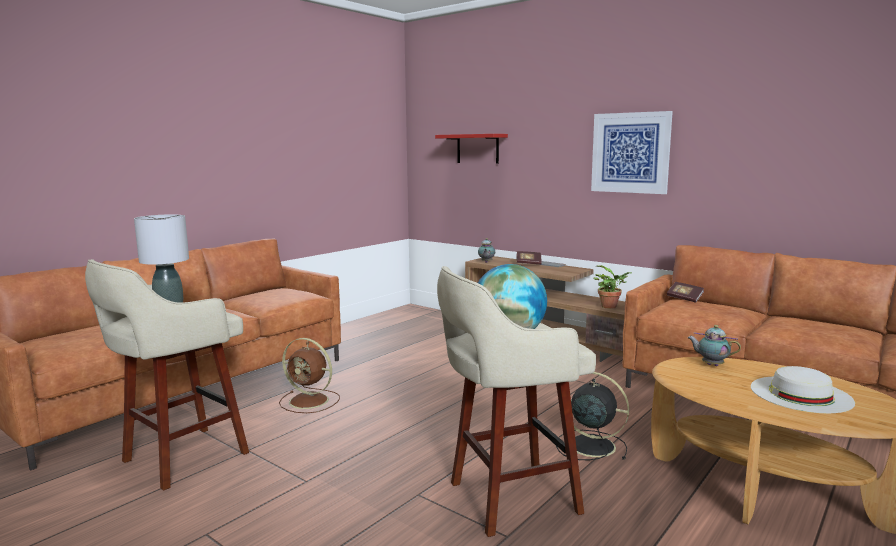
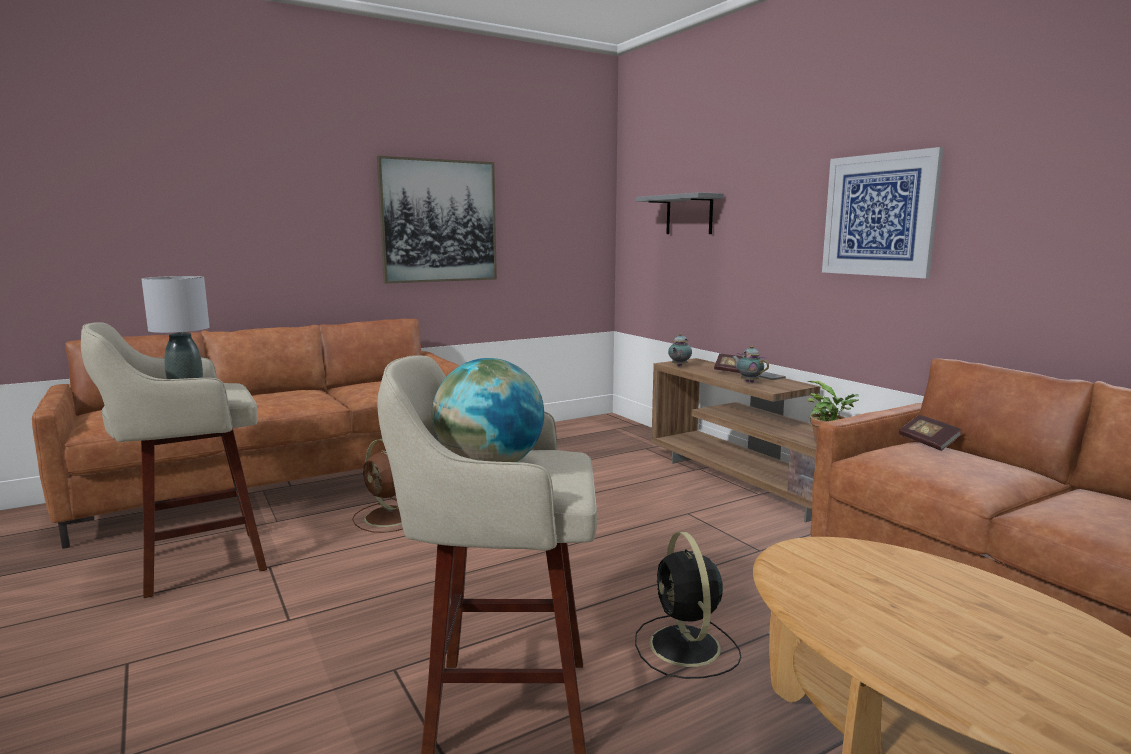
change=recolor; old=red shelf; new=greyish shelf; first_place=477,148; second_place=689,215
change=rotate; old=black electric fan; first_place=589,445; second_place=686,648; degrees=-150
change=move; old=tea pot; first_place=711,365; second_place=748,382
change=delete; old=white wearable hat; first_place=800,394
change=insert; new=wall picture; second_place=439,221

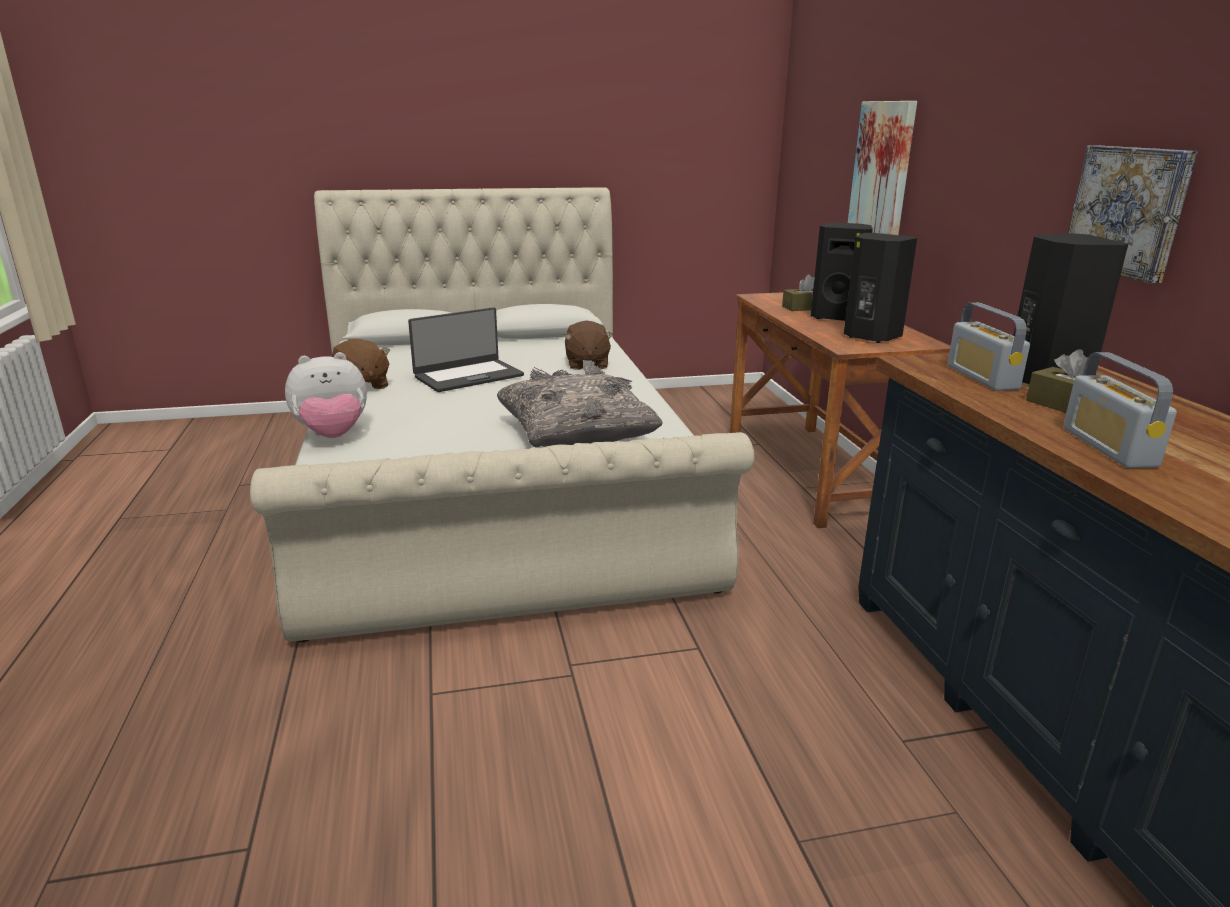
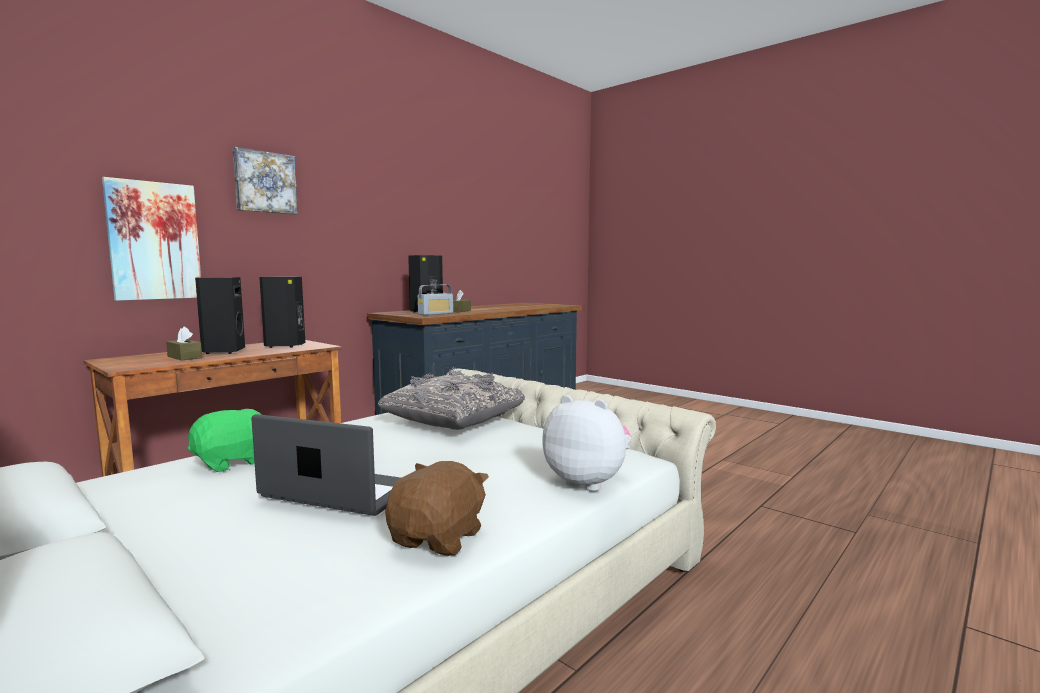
change=recolor; old=brownish cuddly toy; new=green cuddly toy; first_place=587,364; second_place=233,462
change=delete; old=radio set; first_place=1108,447
change=move; old=wall picture; first_place=1129,211; second_place=265,182

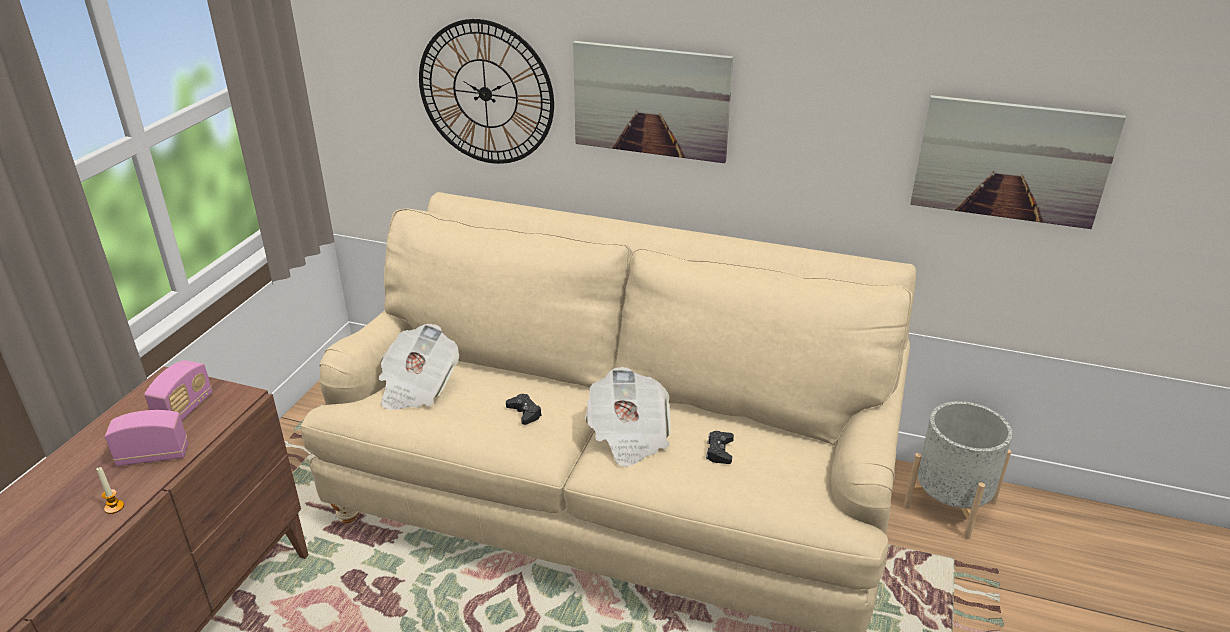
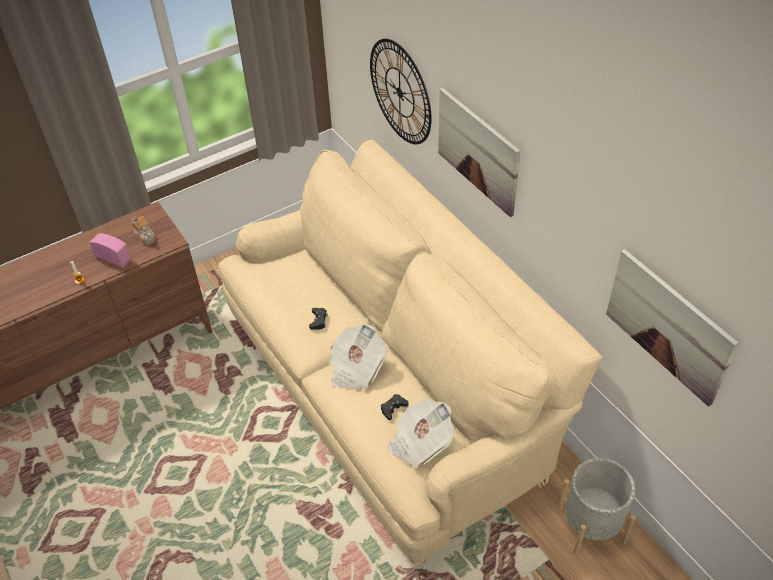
change=replace; old=radio set; new=tea pot; first_place=185,410; second_place=145,236
change=move; old=daily paper; first_place=417,387; second_place=420,442

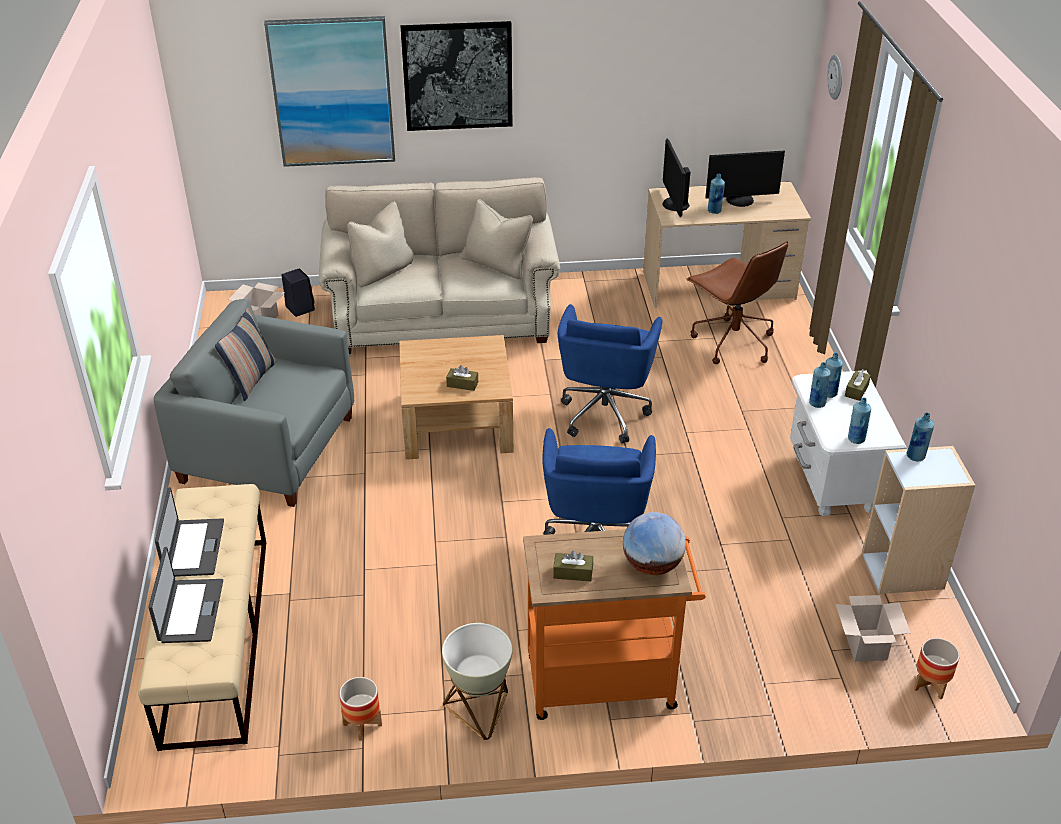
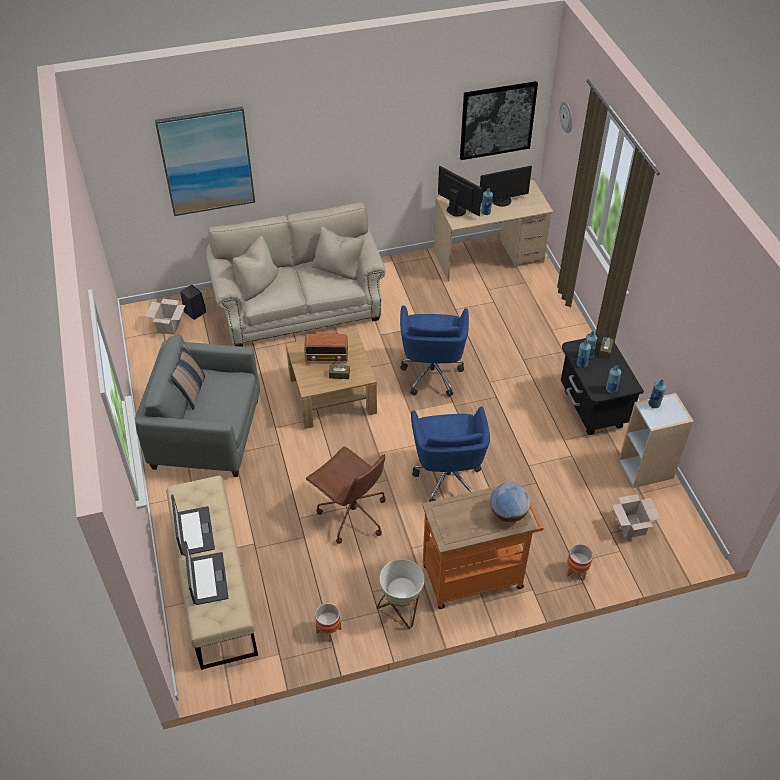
change=move; old=wall picture; first_place=457,76; second_place=497,120
change=delete; old=brownish tissue holder; first_place=573,573
change=rotate; old=computer display; first_place=674,204; second_place=457,209; degrees=150
change=move; old=brownish computer chair; first_place=730,341; second_place=350,514
change=recolor; old=white nightstand; new=black nightstand; first_place=831,483; second_place=591,409
change=move; old=flower pot; first_place=930,685; second_place=576,571
change=insert; new=radio set; second_place=327,358

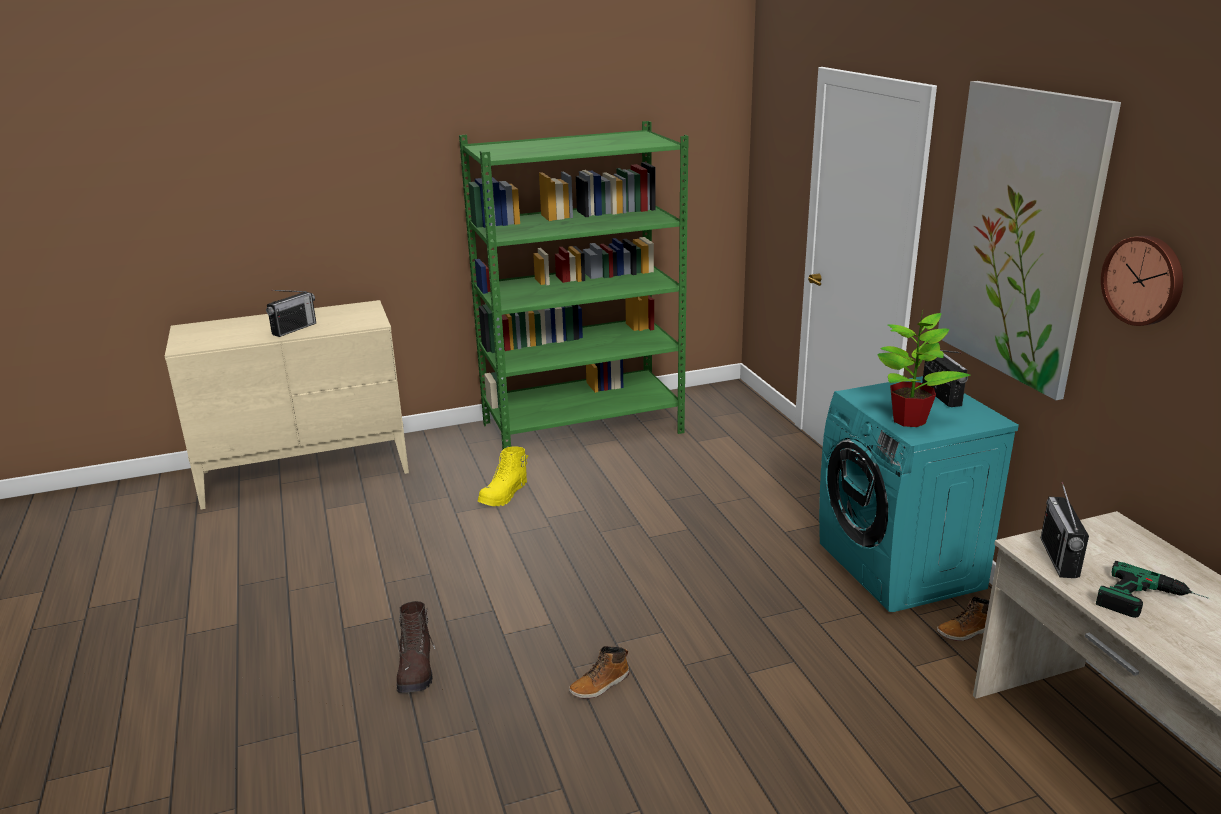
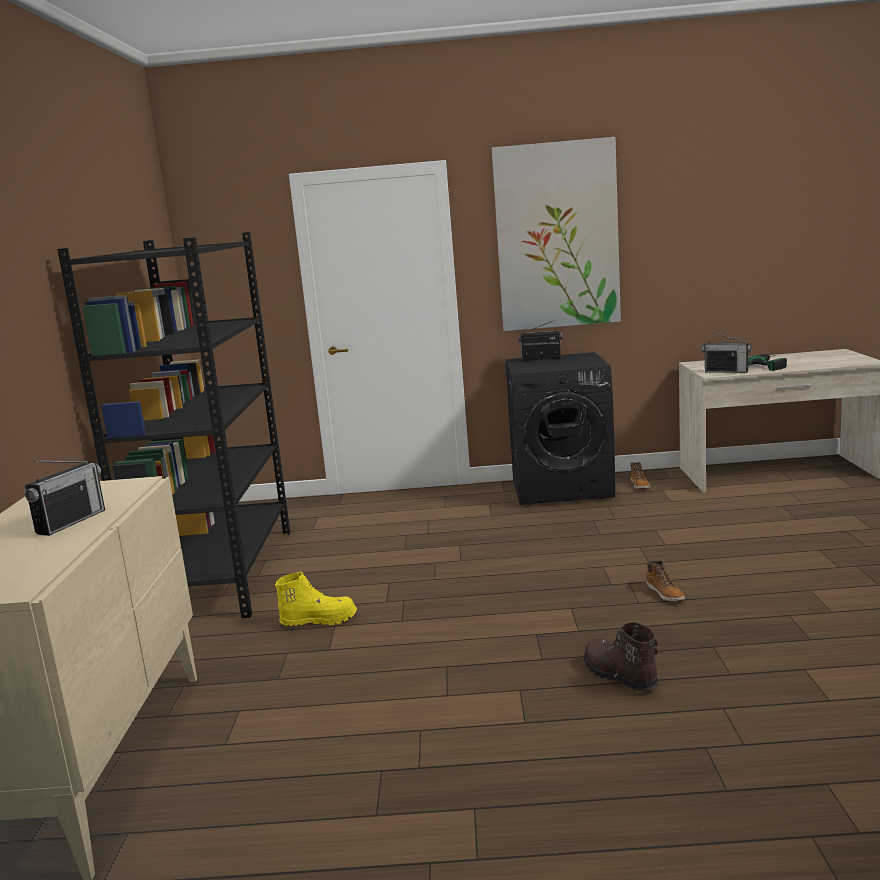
change=rotate; old=radio set; first_place=294,329; second_place=71,522; degrees=60
change=rotate; old=brownish tall boot; first_place=416,669; second_place=619,676; degrees=-135
change=recolor; old=green shelving unit; new=black shelving unit; first_place=582,428; second_place=219,574
change=rotate; old=yellowish tall boot; first_place=504,495; second_place=319,620; degrees=-60
change=recolor; old=blue-green washing machine; new=black washing machine; first_place=899,569; second_place=562,491
change=delete; old=houseplant; first_place=909,419
change=delete; old=clock on the wall; first_place=1144,280

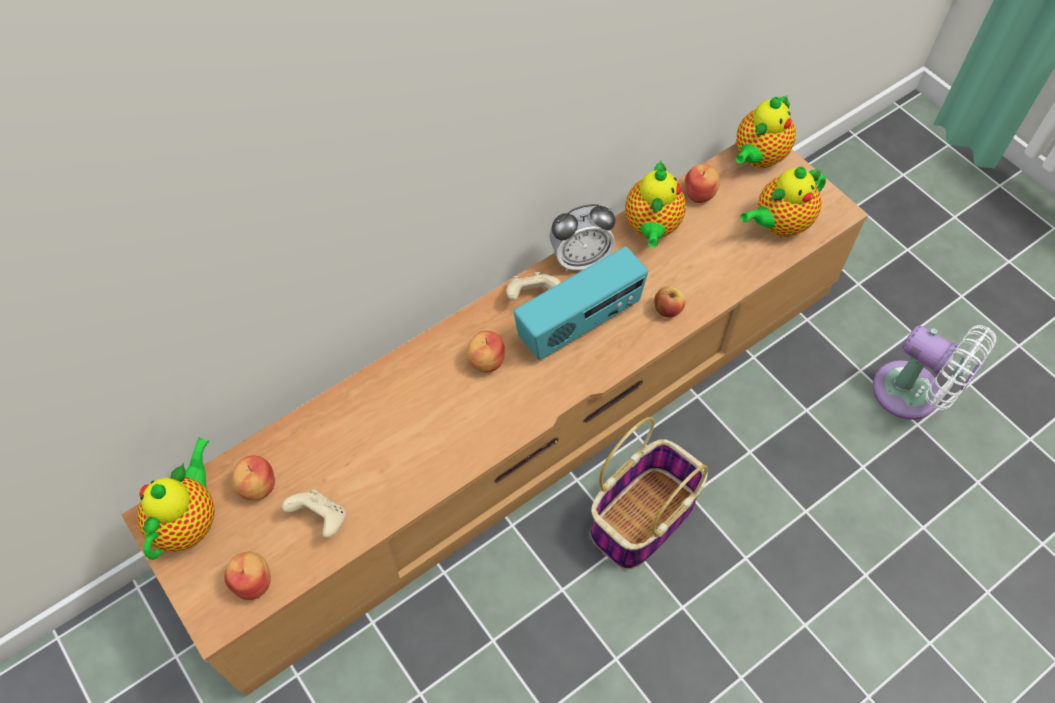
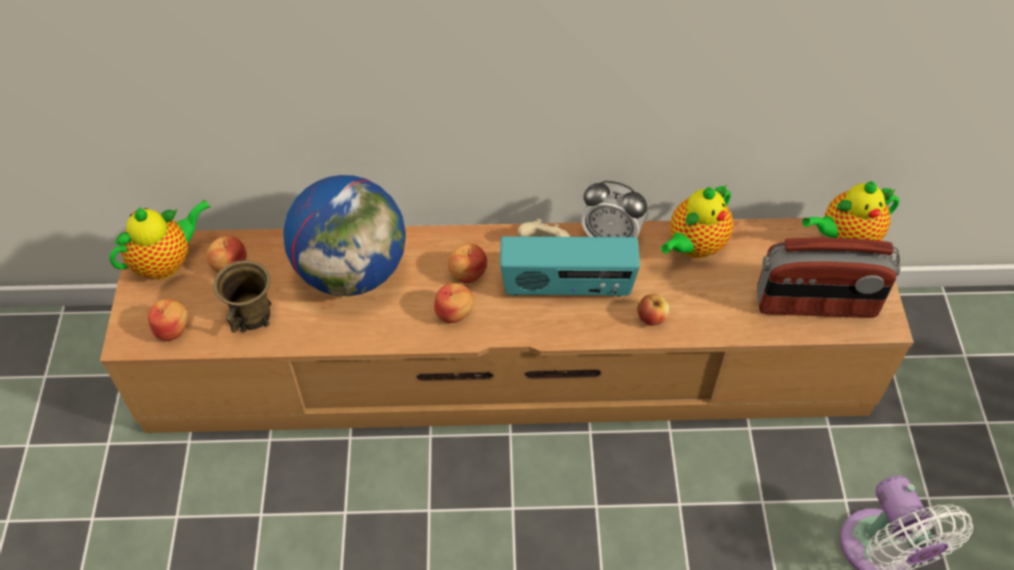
change=replace; old=sand-coloured game controller; new=brownish tea mug; first_place=321,519; second_place=252,315
change=delete; old=basket; first_place=643,516
change=move; old=apple fruit; first_place=700,194; second_place=454,313
change=replace; old=tea pot; new=radio set; first_place=779,225; second_place=815,304
change=insert; new=globe; second_place=352,271

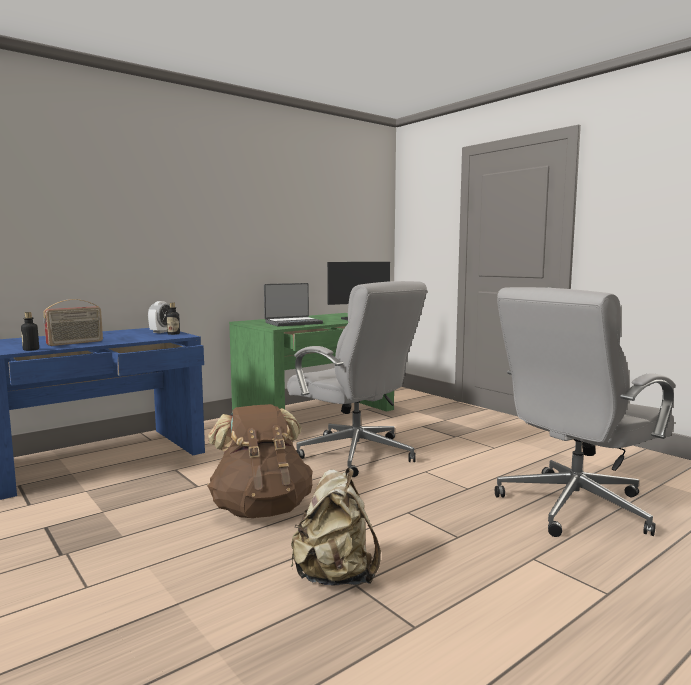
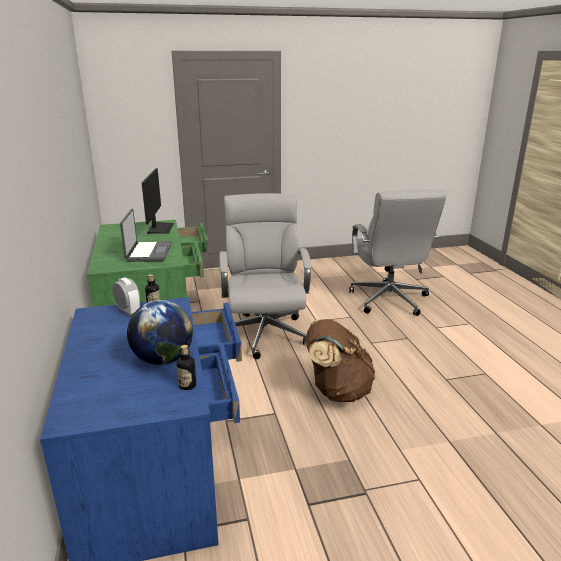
change=replace; old=radio set; new=globe; first_place=75,343; second_place=163,359
change=rotate; old=greyish computer chair; first_place=356,453; second_place=264,334; degrees=-75
change=delete; old=sand-coloured backpack; first_place=335,576

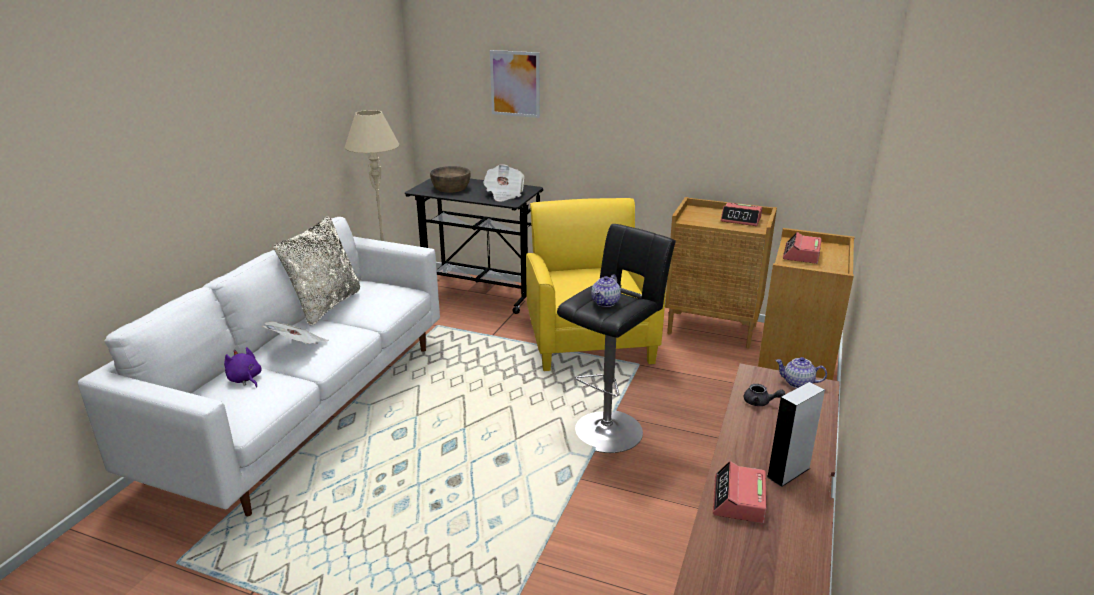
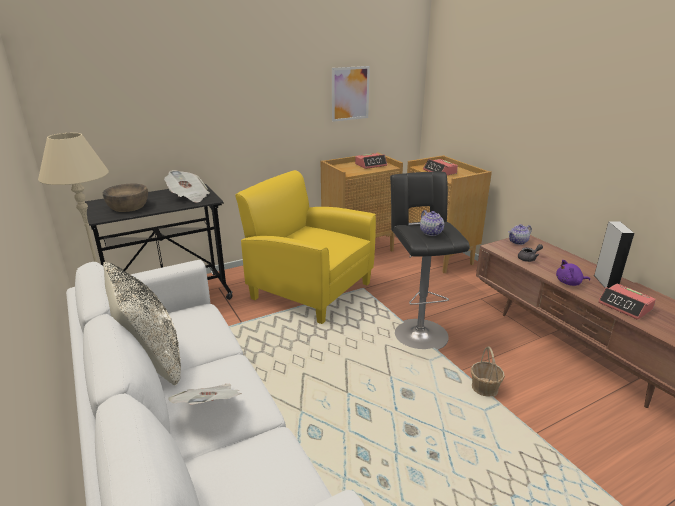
change=move; old=purple-coloured cuddly toy; first_place=245,379; second_place=569,283
change=move; old=wall picture; first_place=515,84; second_place=350,93
change=insert; new=basket; second_place=484,388

